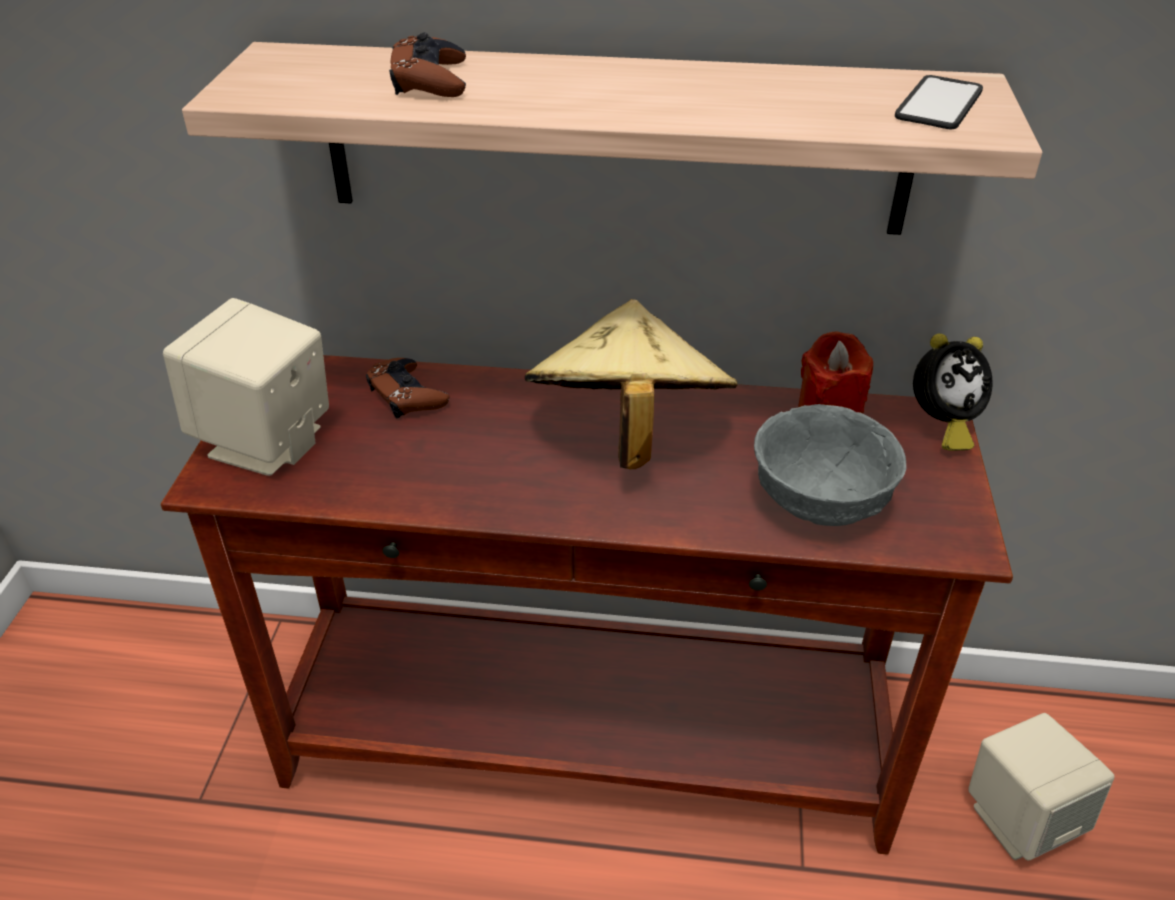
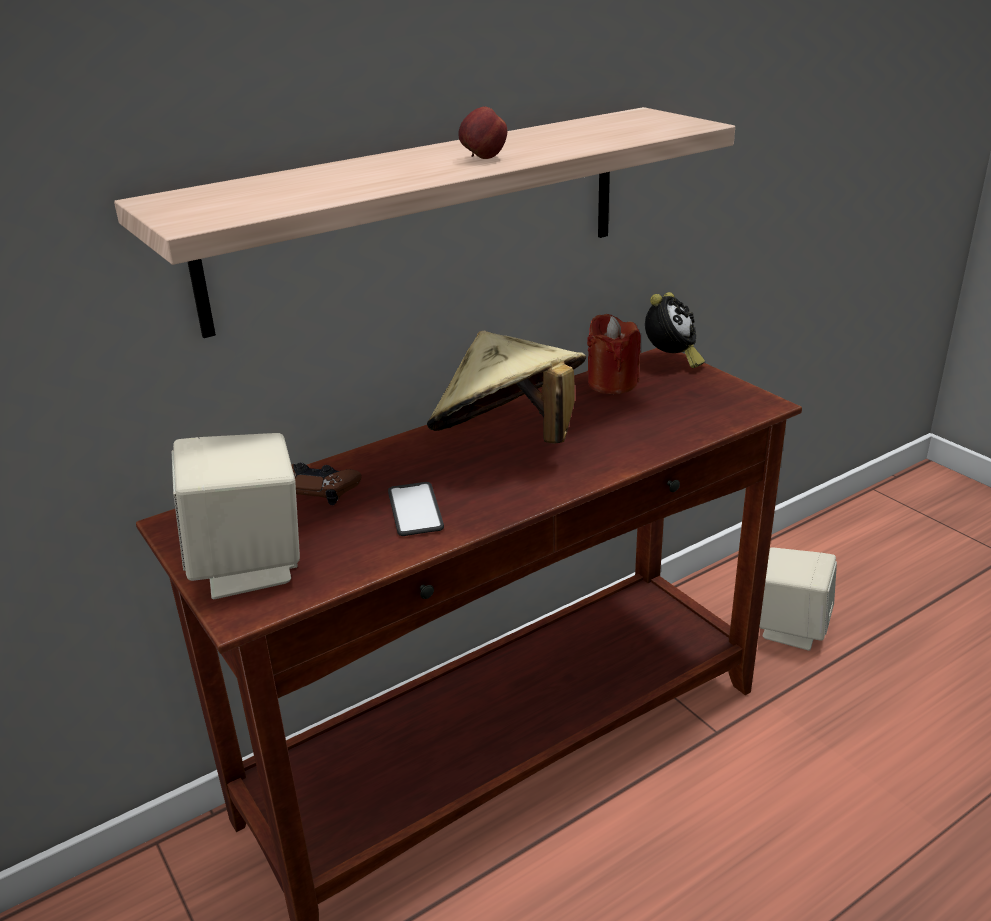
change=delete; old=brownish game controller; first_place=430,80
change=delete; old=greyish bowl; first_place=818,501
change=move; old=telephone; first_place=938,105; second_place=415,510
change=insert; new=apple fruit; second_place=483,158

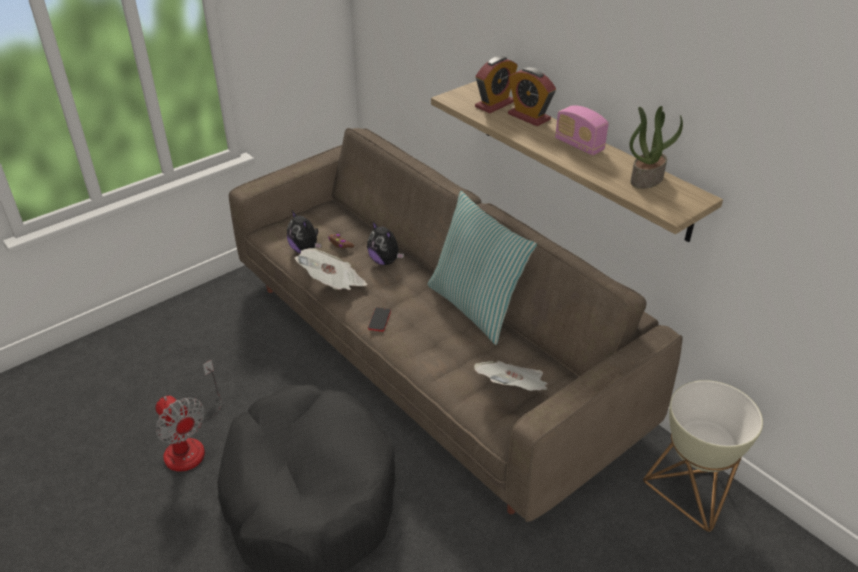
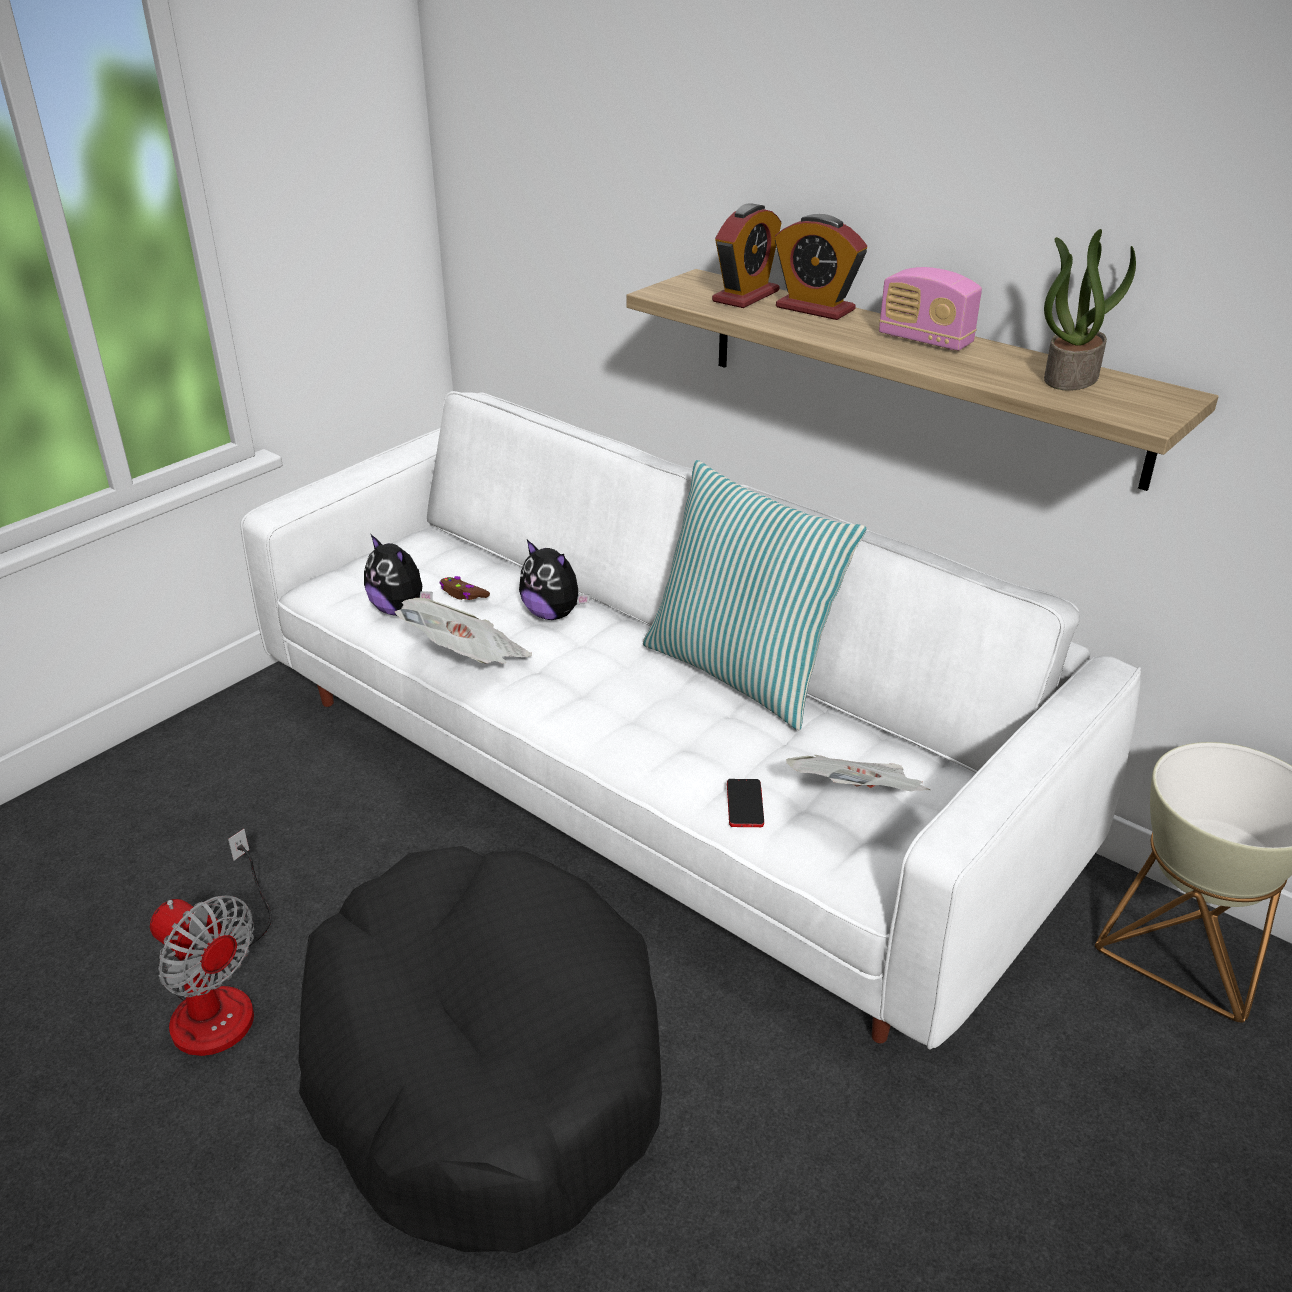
change=recolor; old=brownish sofa; new=white sofa; first_place=429,350; second_place=646,773
change=move; old=telephone; first_place=379,320; second_place=745,804

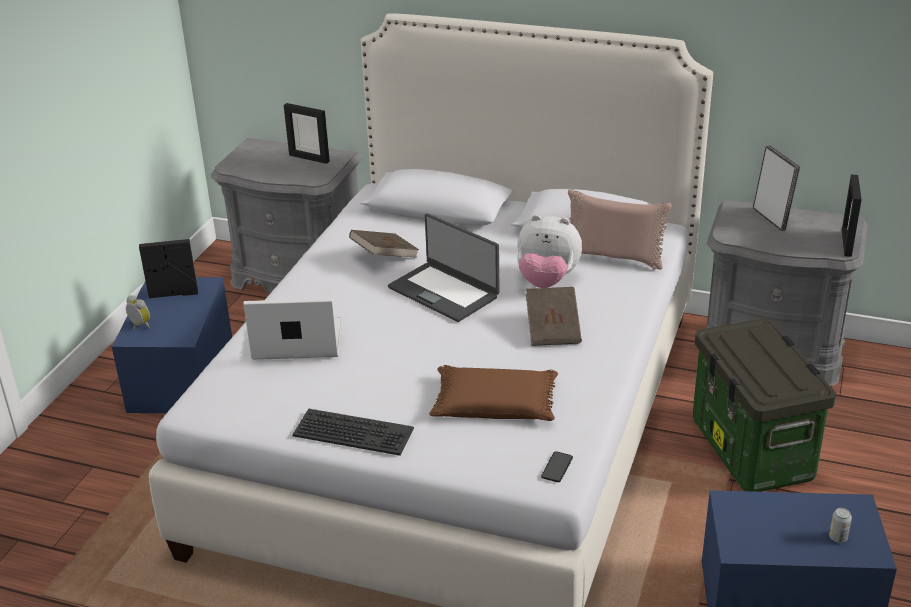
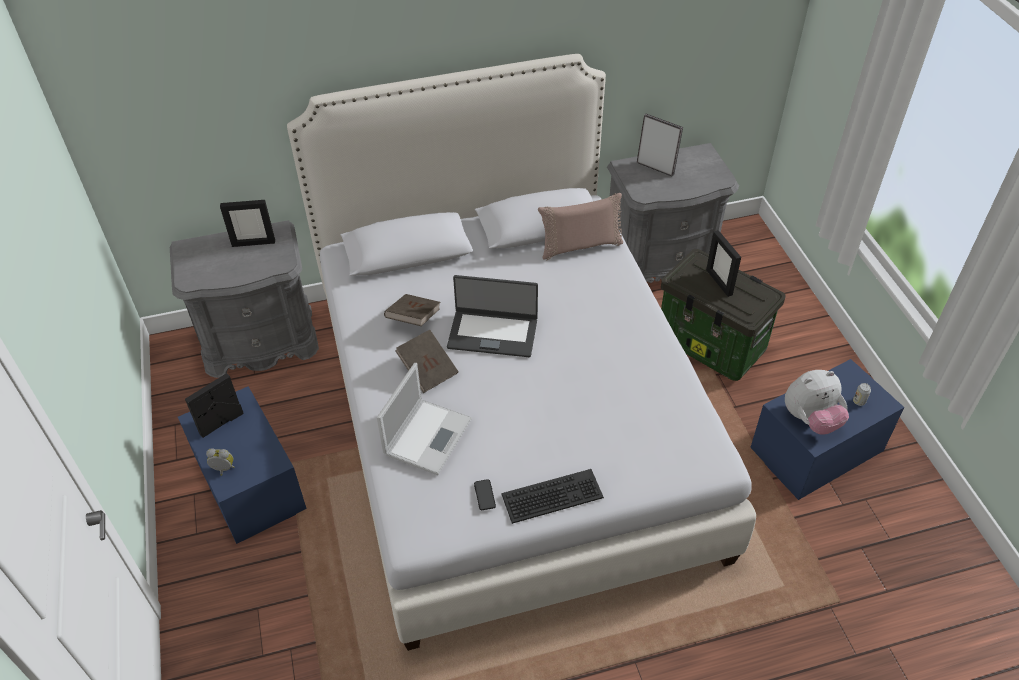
change=rotate; old=portable computer; first_place=296,341; second_place=428,435; degrees=150
change=delete; old=brownish throw pillow; first_place=494,401
change=move; old=cuddly toy; first_place=547,281; second_place=810,419
change=move; old=brownish book; first_place=553,330; second_place=428,370
change=move; old=telephone; first_place=557,467; second_place=484,495
change=move; old=picture frame; first_place=847,243; second_place=720,282

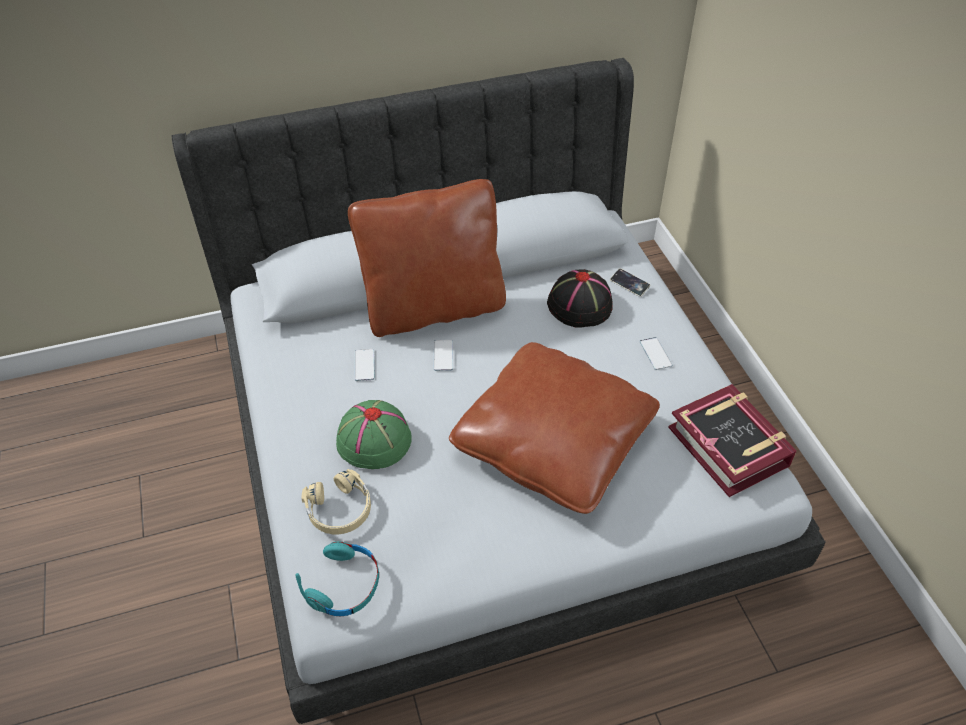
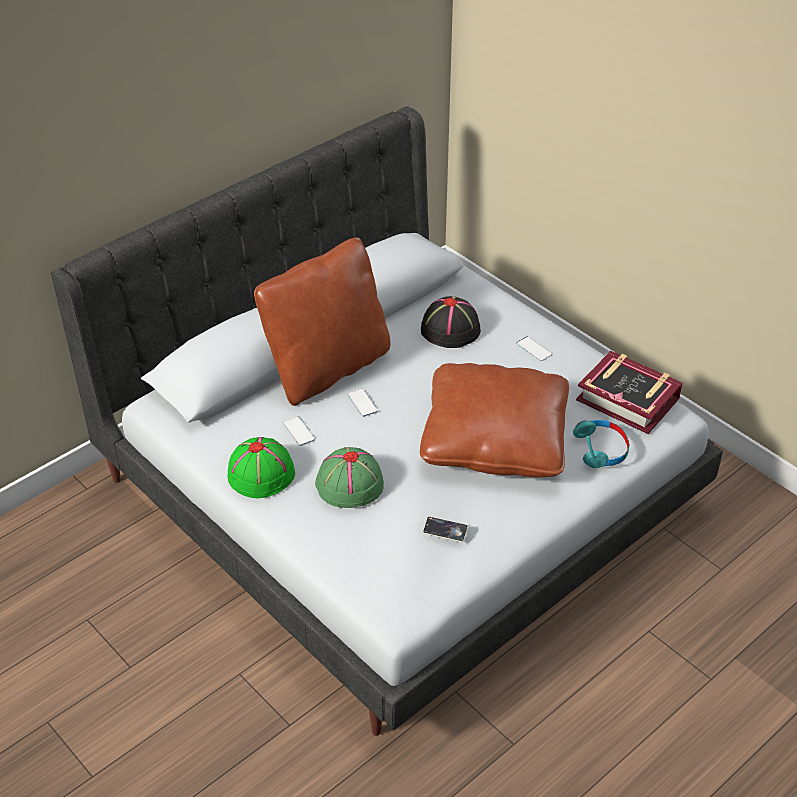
change=move; old=blue-green headset; first_place=345,585; second_place=601,449
change=delete; old=sand-coloured headset; first_place=340,509
change=move; old=telephone; first_place=629,284; second_place=445,531
change=insert; new=green wearable hat; second_place=261,473

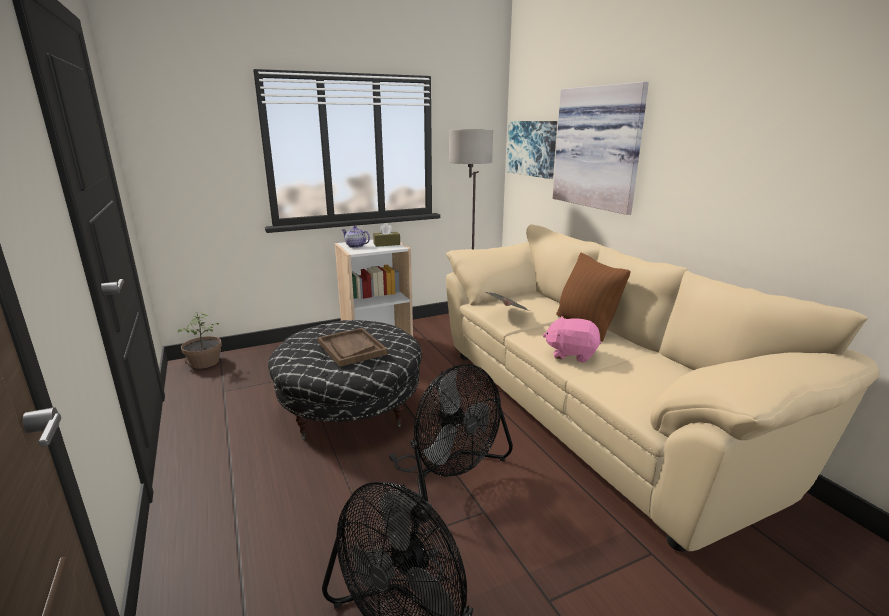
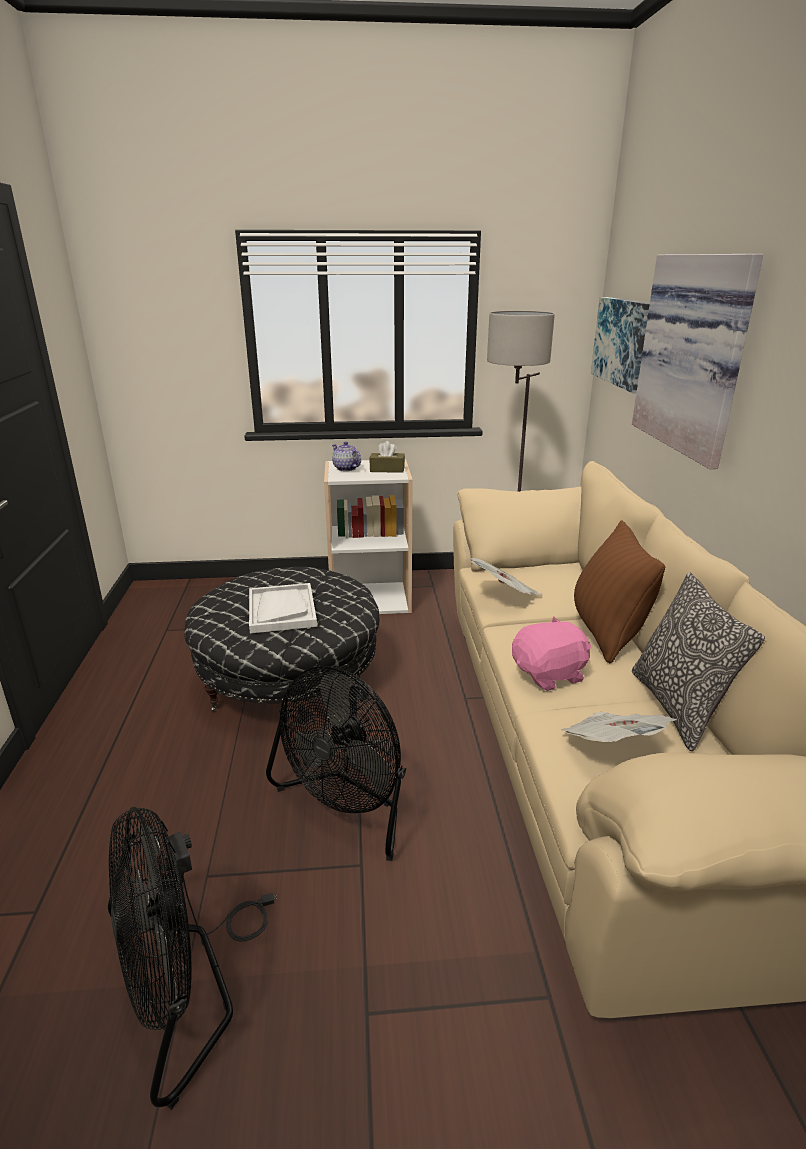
change=delete; old=houseplant; first_place=204,362
change=recolor; old=brownish tray; new=white tray; first_place=351,348; second_place=281,610
change=rotate; old=black electric fan; first_place=447,475; second_place=347,801; degrees=60
change=rotate; old=pink cuddly toy; first_place=571,354; second_place=549,675; degrees=120
change=insert; new=daily paper; second_place=612,746
change=insert; new=throw pillow; second_place=677,707

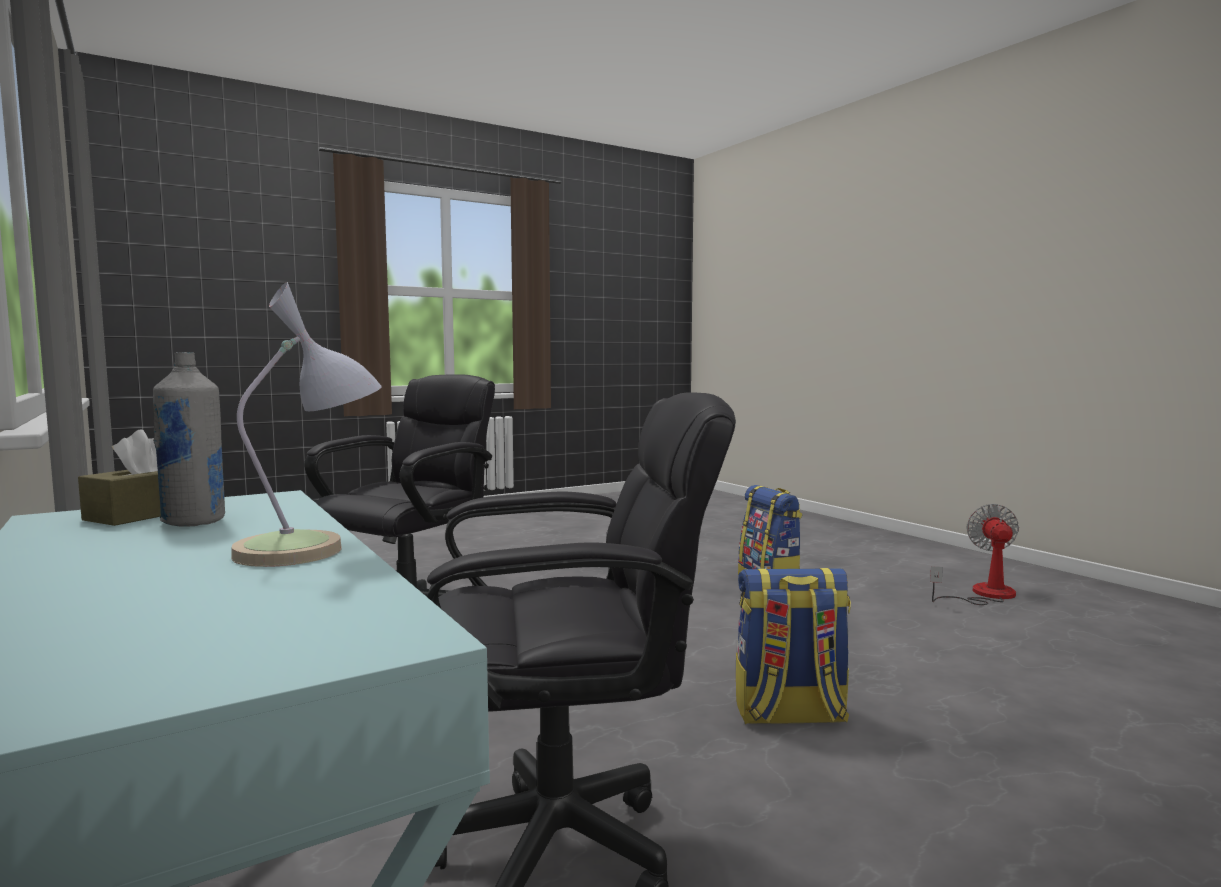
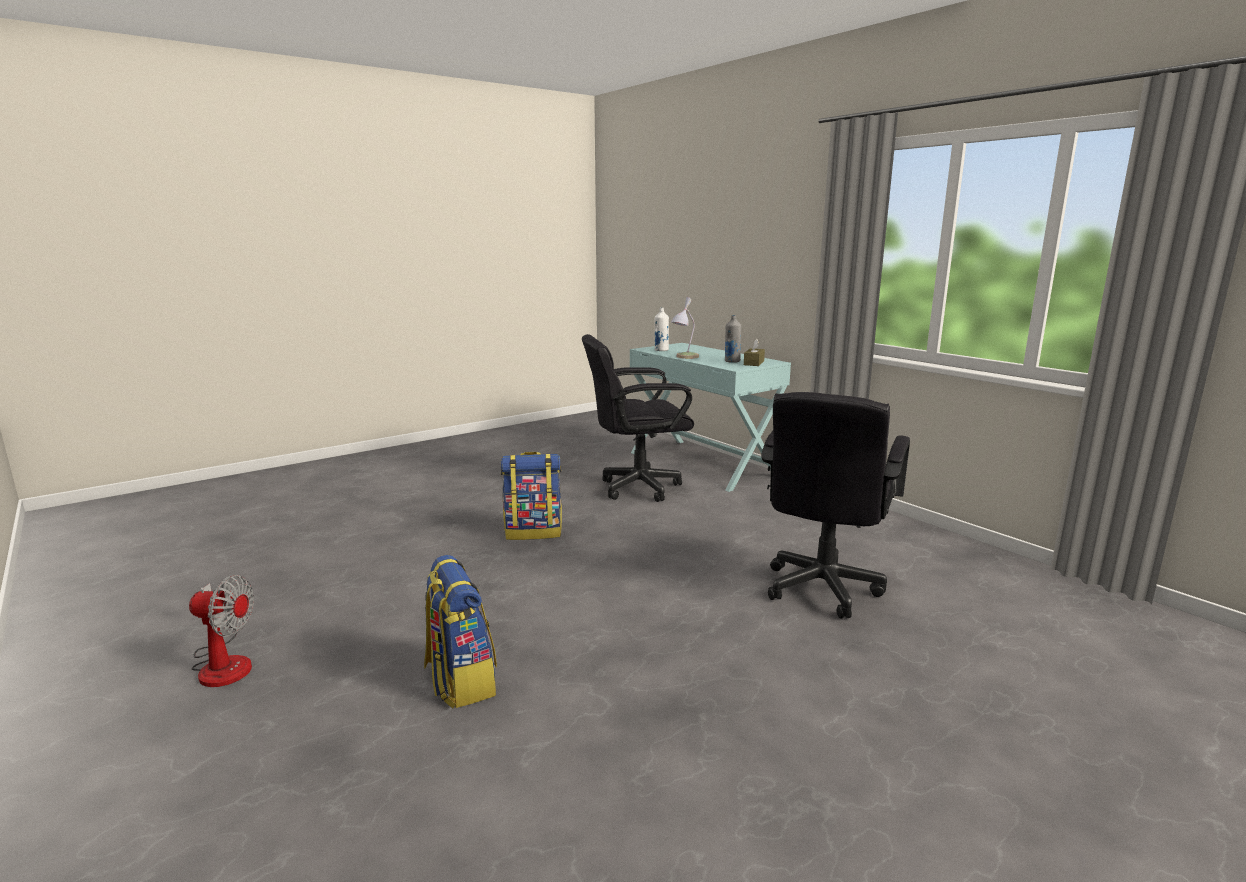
change=rotate; old=electric fan; first_place=983,595; second_place=224,663; degrees=-90
change=insert; new=white bottle; second_place=661,350

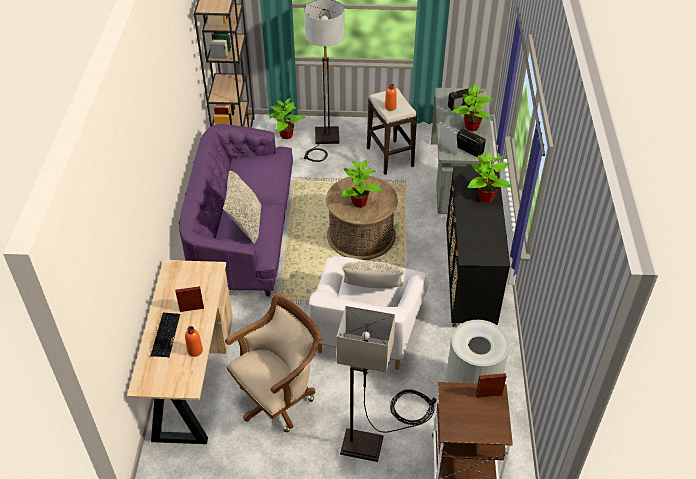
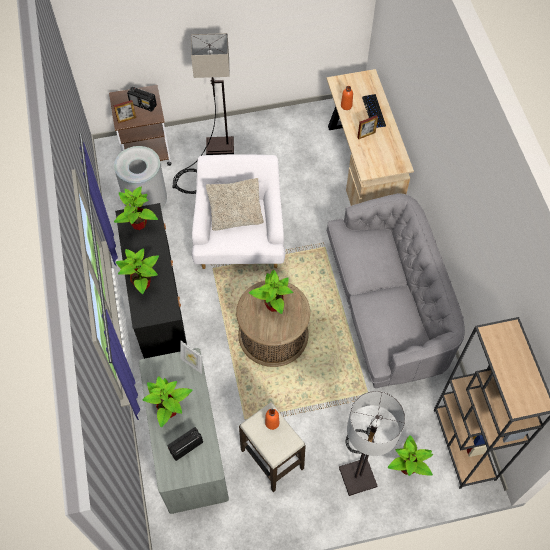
change=recolor; old=purple-coloured sofa; new=greyish sofa; first_place=244,234; second_place=387,308
change=delete; old=sand-coloured throw pillow; first_place=245,223
change=delete; old=computer chair; first_place=279,400
change=move; old=radio set; first_place=469,149; second_place=143,104
change=insert; new=houseplant; second_place=139,224

